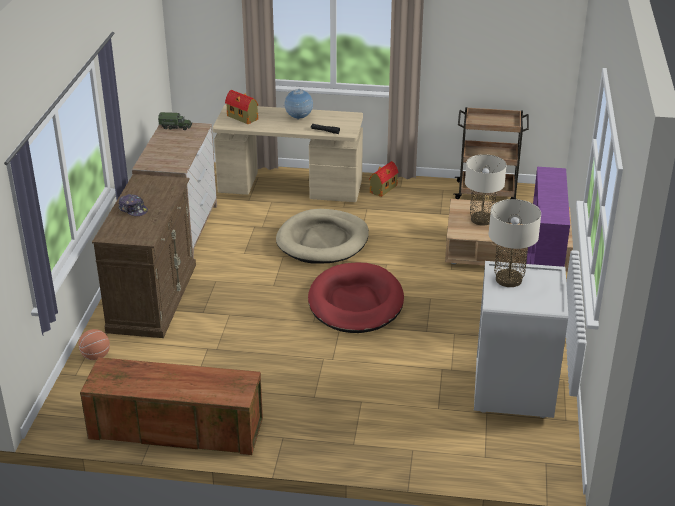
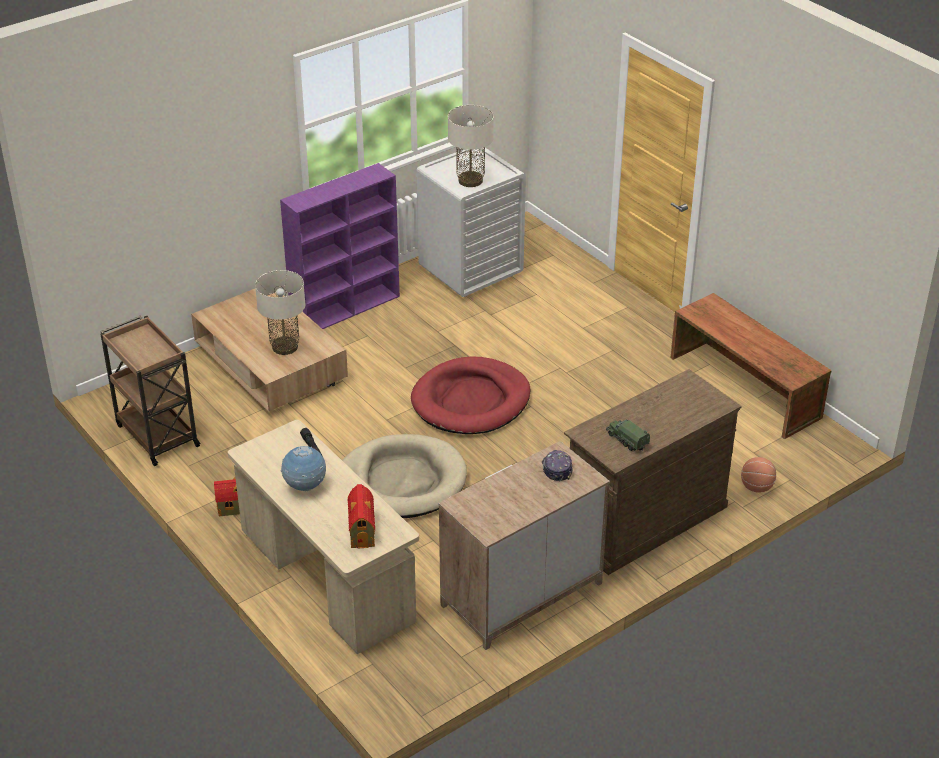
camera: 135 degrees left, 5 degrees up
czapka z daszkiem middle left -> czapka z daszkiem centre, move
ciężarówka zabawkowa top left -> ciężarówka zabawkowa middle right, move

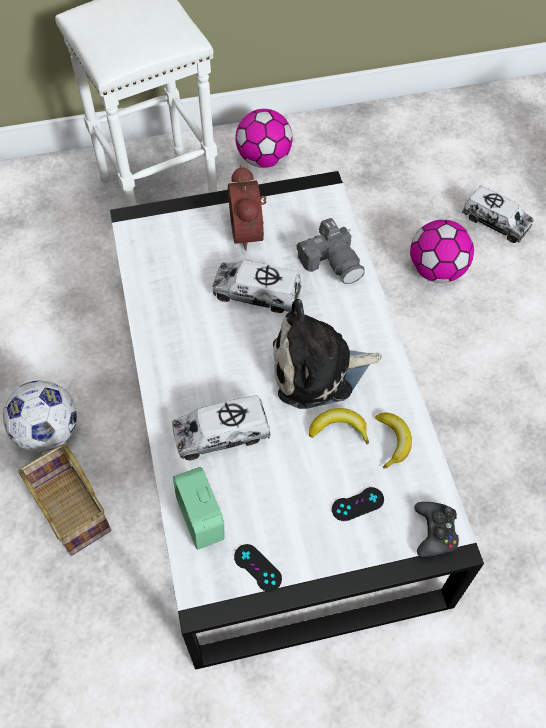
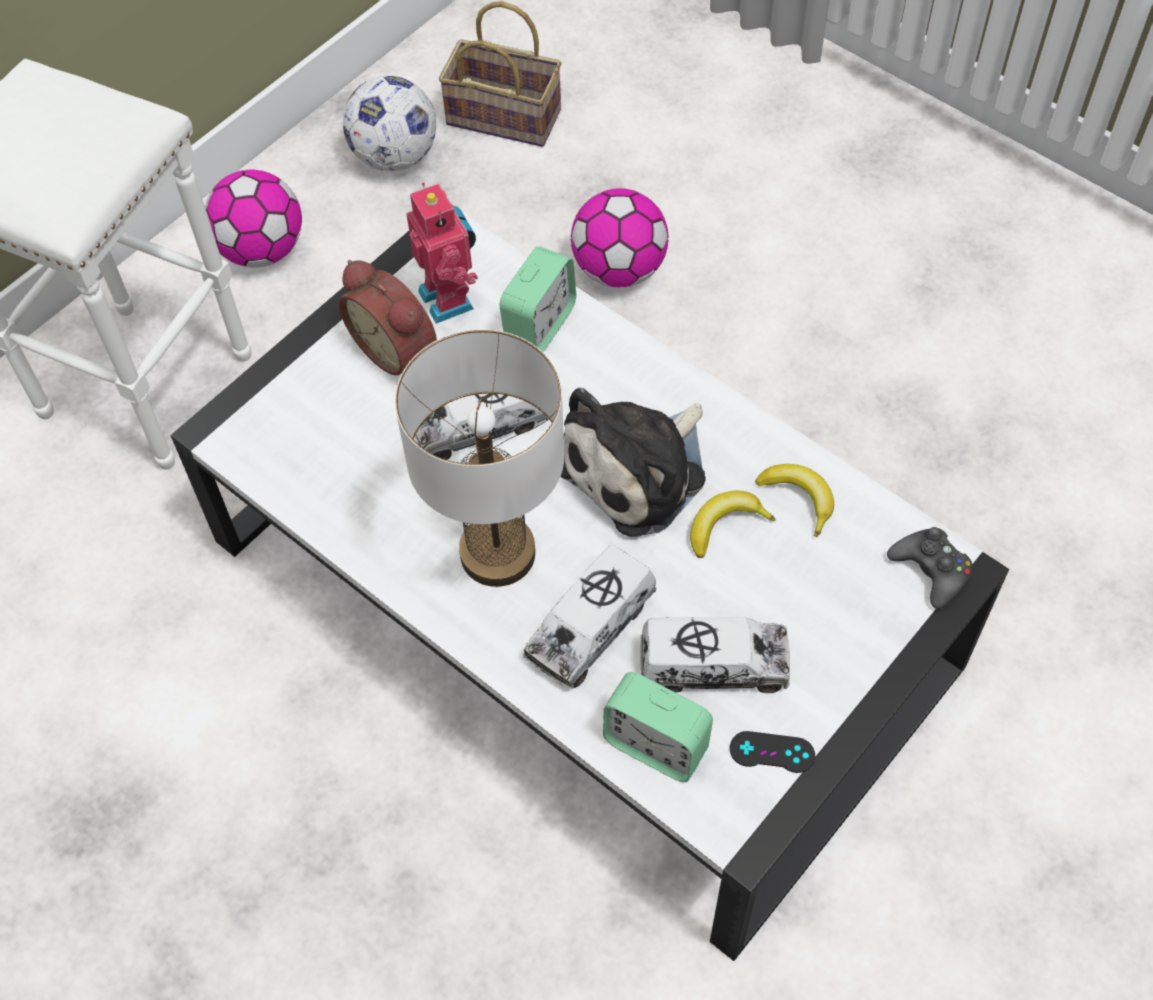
camera: 35 degrees left, 0 degrees up
pad do gier/czarny (2nd from left) bottom centre -> none
none -> lampa stołowa centre
none -> robot zabawkowy top centre
piłka futbolowa (1st from left in the first image) middle left -> piłka futbolowa (2nd from left) top centre, move
koszyk bottom left -> koszyk top centre, move
ciężarówka zabawkowa (3rd from left) top right -> ciężarówka zabawkowa (3rd from left) centre, move
aparat fotograficzny centre -> budzik (2nd from left) top centre

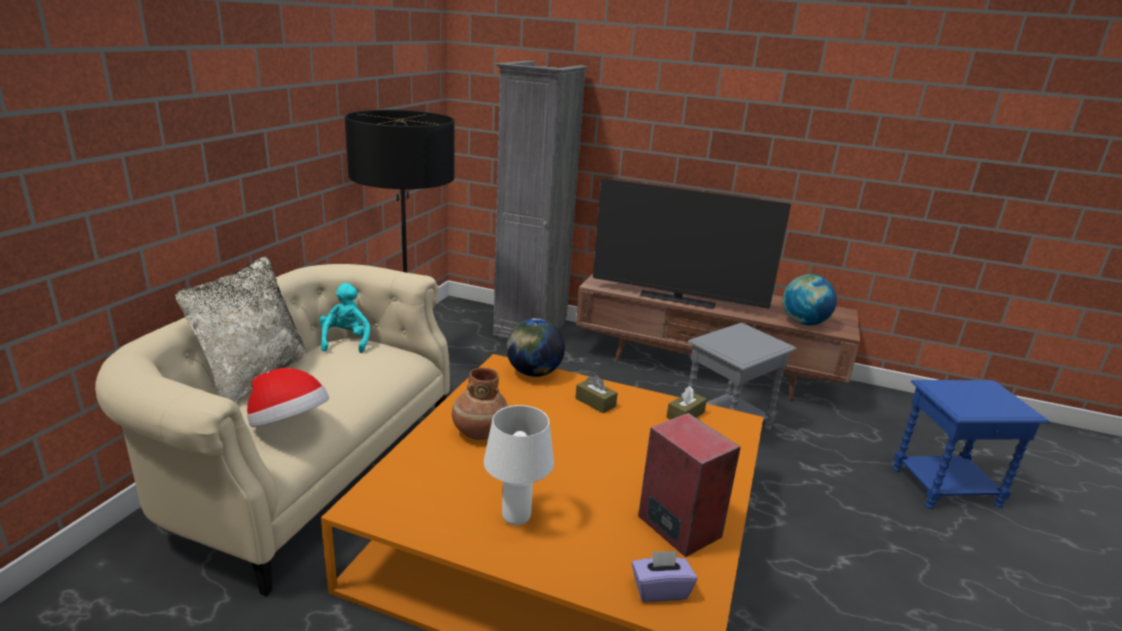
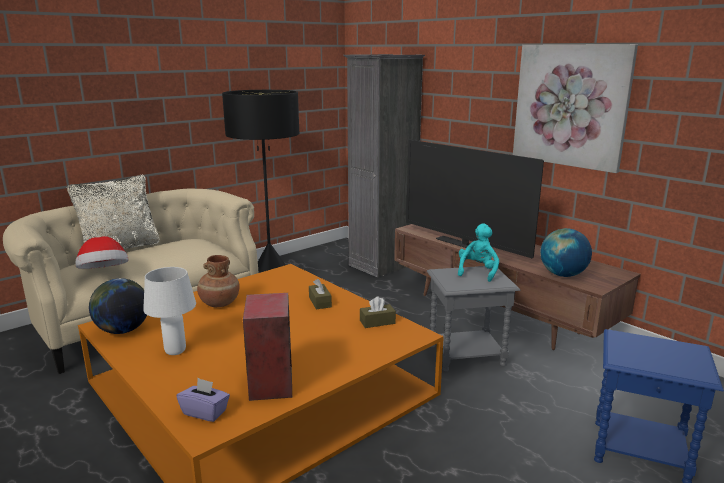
camera: 30 degrees right, 5 degrees down
none -> obraz top right
pluszak/turkusowy middle left -> pluszak/turkusowy centre, move
globus (1st from left) centre -> globus (1st from left) middle left, move

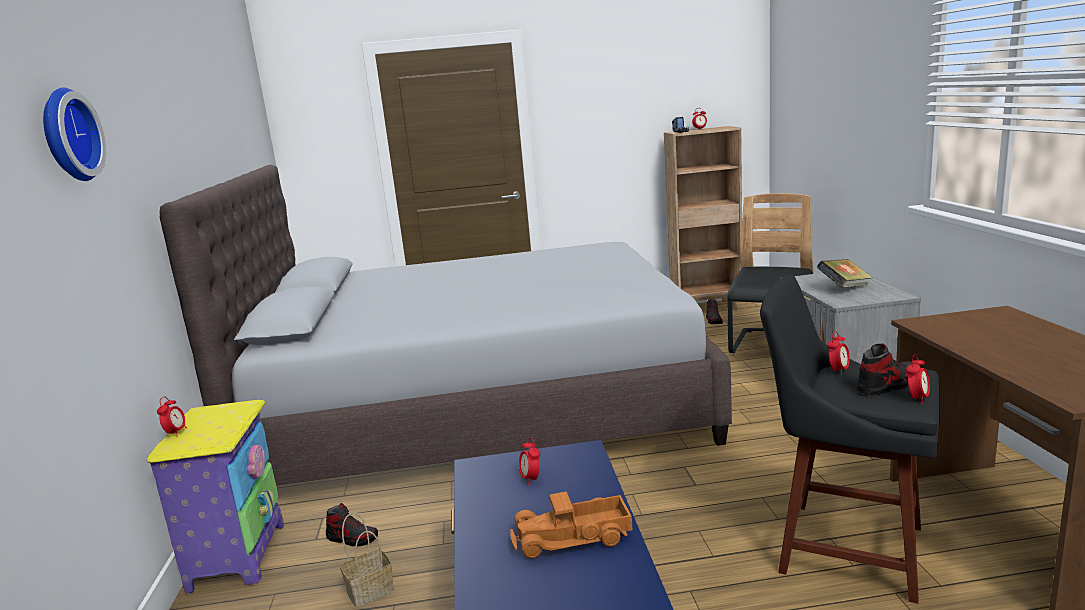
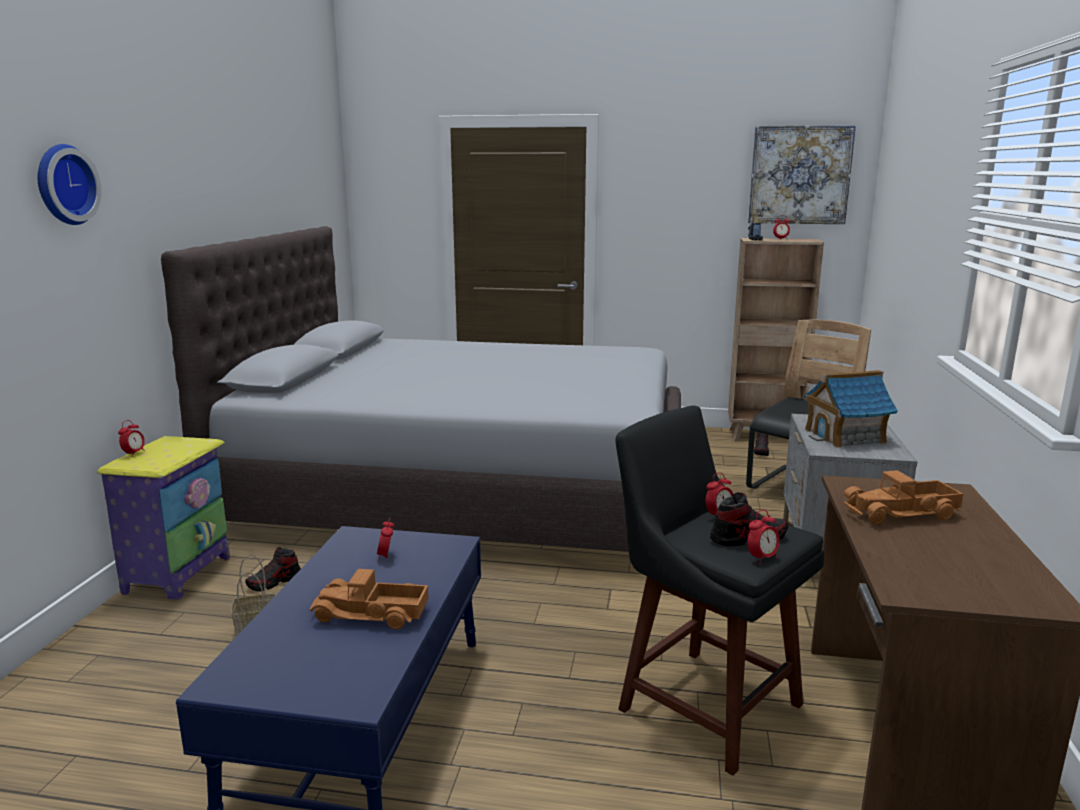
camera: 15 degrees right, 0 degrees up
none -> obraz top right
none -> ciężarówka zabawkowa (3rd from left) middle right
książka middle right -> domek middle right
but (1st from left) bottom left, 105 degrees clockwise

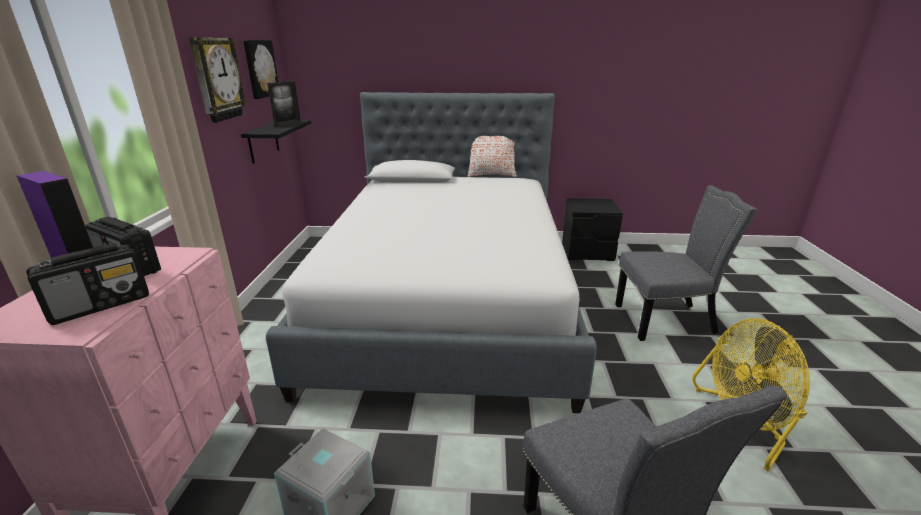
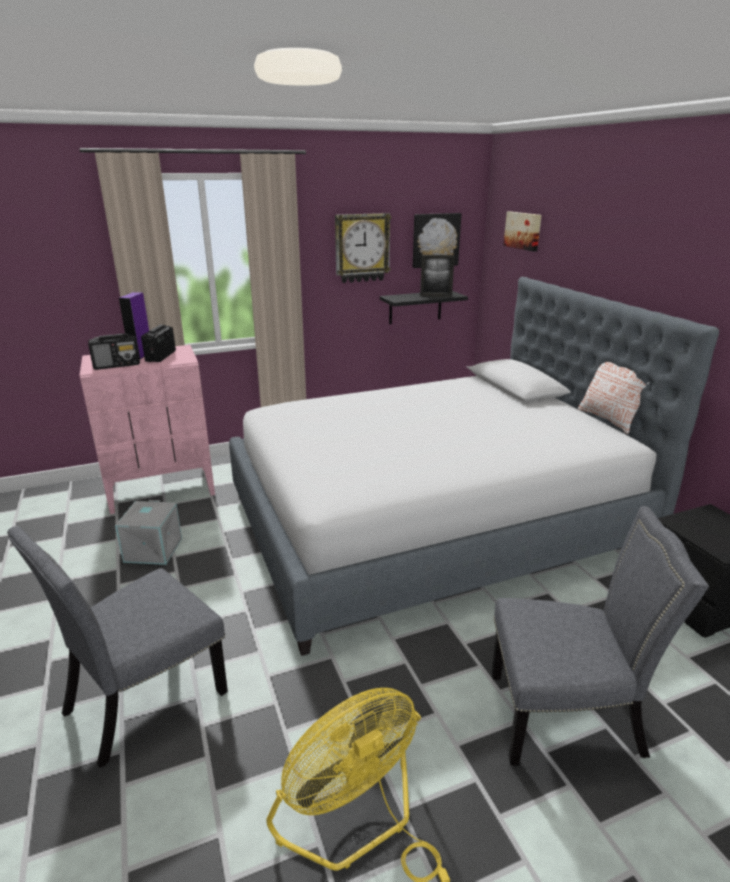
camera: 65 degrees right, 0 degrees up
none -> obraz (2nd from left) top right
radio (1st from left) middle left, 45 degrees counterclockwise
krzesło/szary (2nd from left) middle right -> krzesło/szary (2nd from left) bottom right, 60 degrees counterclockwise

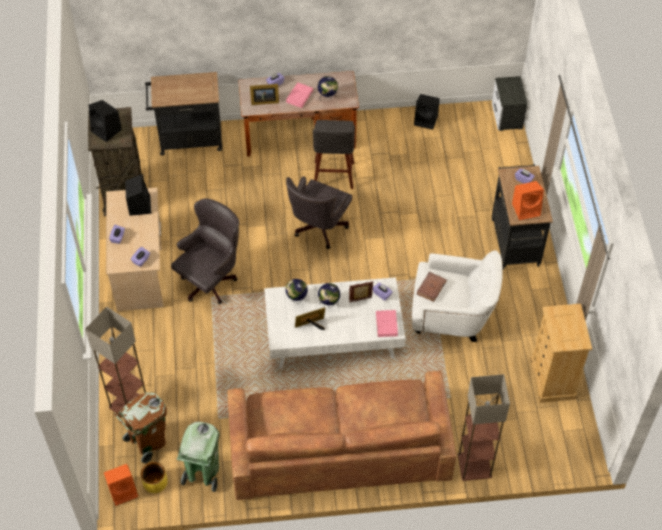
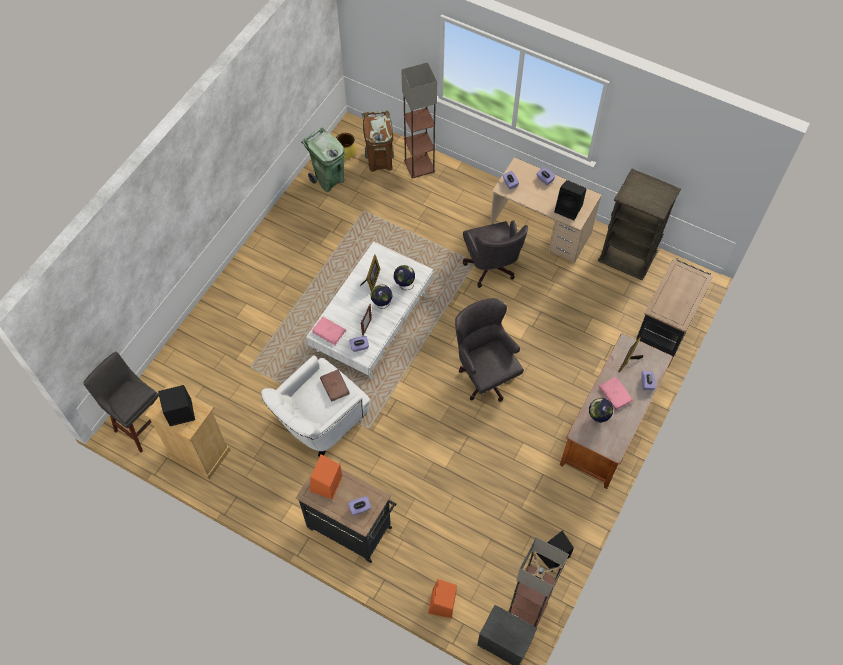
camera: 125 degrees right, 5 degrees up
kanapa/brązowy bottom centre -> none
głośnik/czarny (1st from left) top left -> głośnik/czarny (1st from left) middle left, move
głośnik/pomarańczowy (1st from left in the first image) bottom left -> głośnik/pomarańczowy (2nd from left) bottom centre, move
stołek/szary top centre -> stołek/szary middle left, move
lampa stojąca (2nd from left) bottom right -> lampa stojąca (2nd from left) bottom centre, move

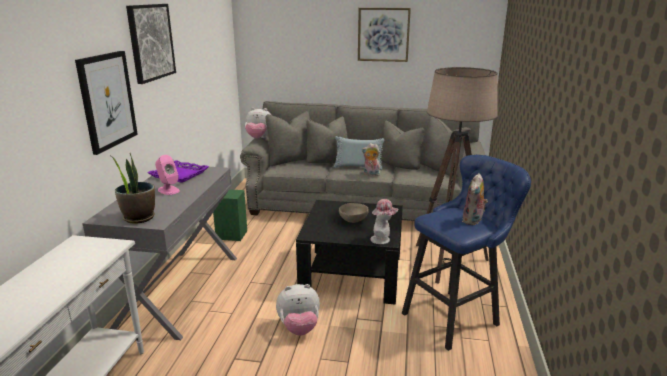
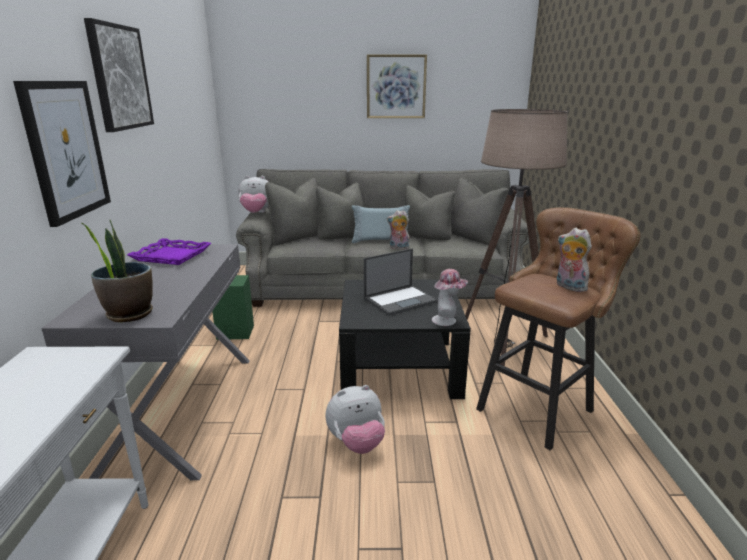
camera: 10 degrees left, 0 degrees up
głośnik/różowy middle left -> none
miska/beżowy centre -> laptop centre
stołek/niebieski bottom right -> stołek/brązowy middle right
pluszak (4th from left) middle right, 120 degrees clockwise

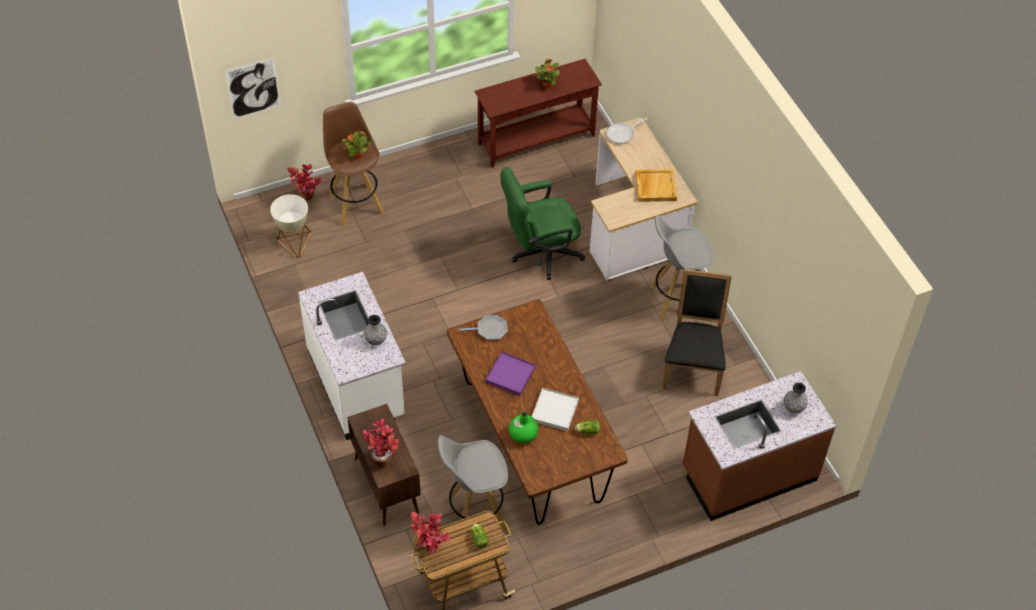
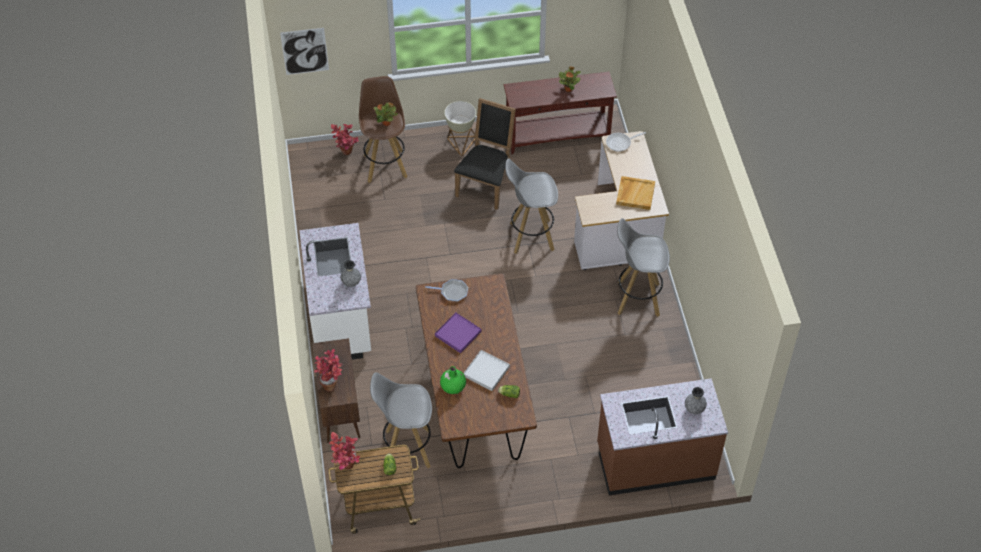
camera: 15 degrees right, 0 degrees up
donica middle left -> donica top centre, move
krzesło/czarny middle right -> krzesło/czarny top centre, move
krzesło biurowe/zielony centre -> stołek/szary (2nd from left) centre

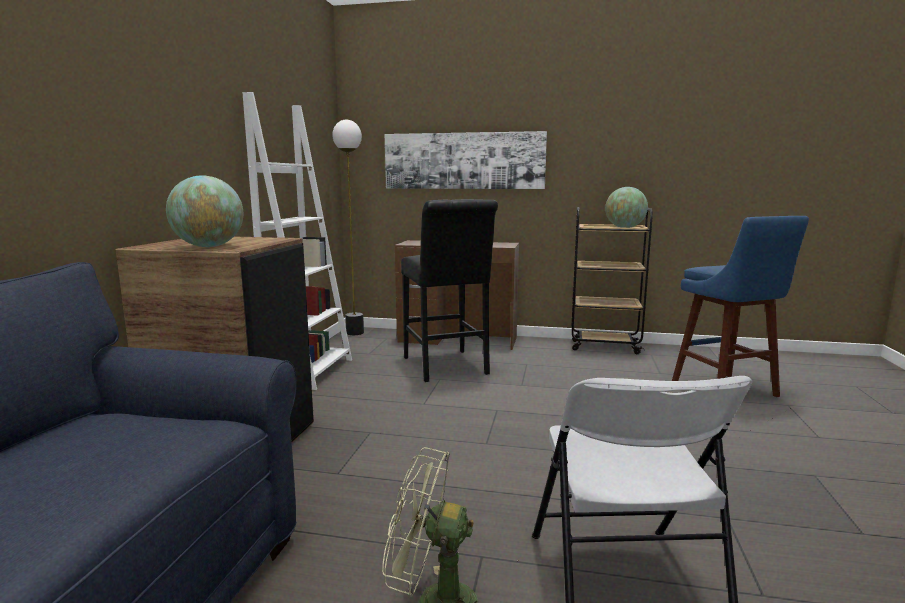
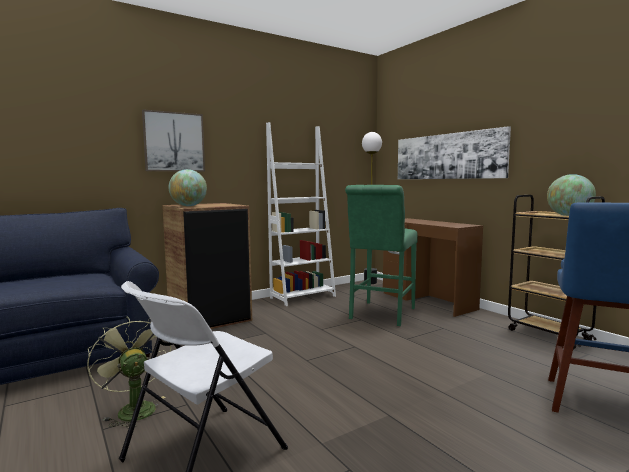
camera: 45 degrees right, 5 degrees down
none -> obraz (1st from left) top left
stołek/czarny centre -> stołek/zielony centre

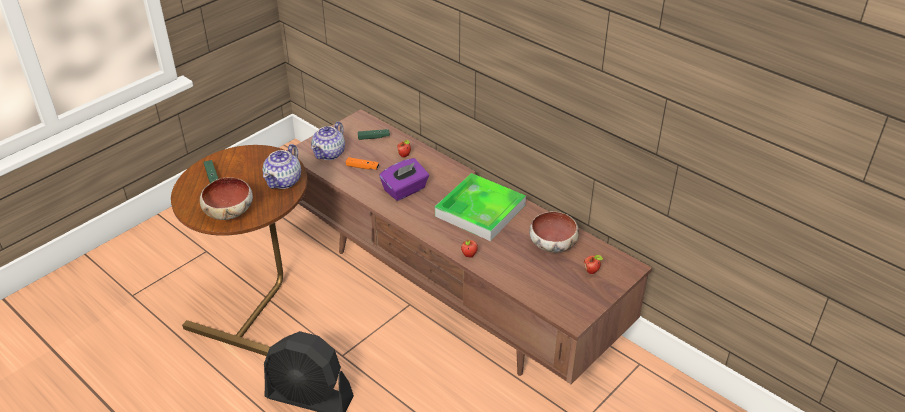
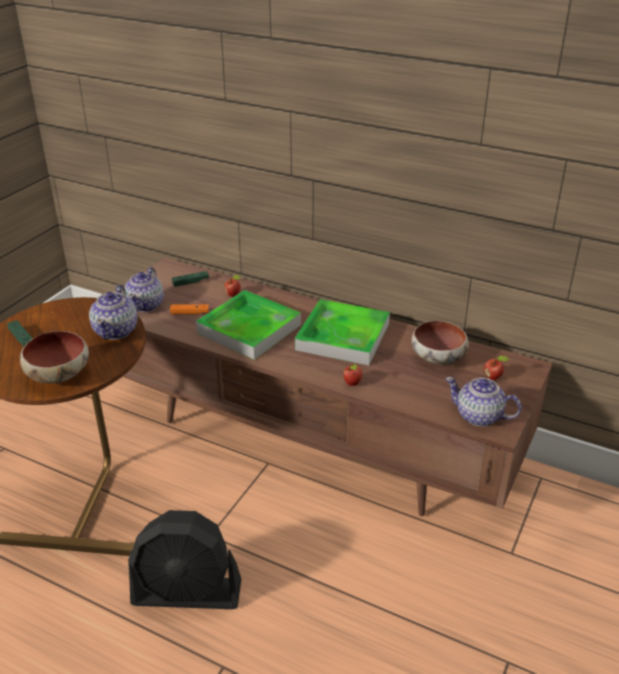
camera: 15 degrees left, 5 degrees down
none -> imbryk (3rd from left) middle right
pudełko chusteczek/fioletowy centre -> taca (1st from left) centre

